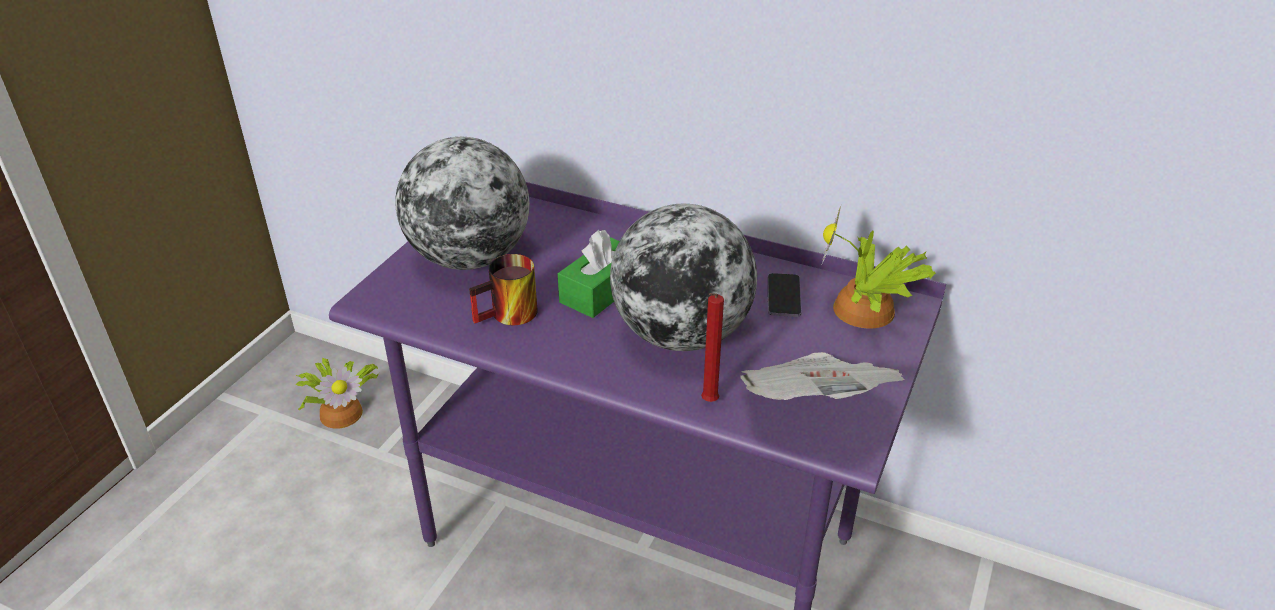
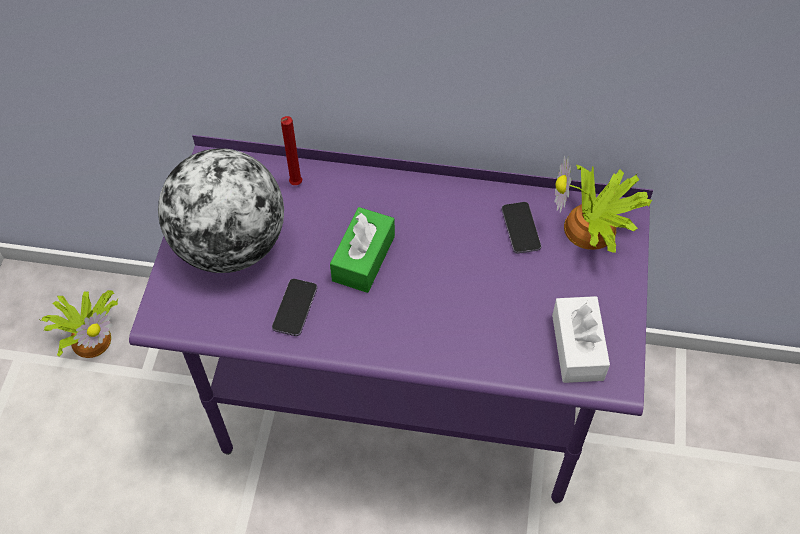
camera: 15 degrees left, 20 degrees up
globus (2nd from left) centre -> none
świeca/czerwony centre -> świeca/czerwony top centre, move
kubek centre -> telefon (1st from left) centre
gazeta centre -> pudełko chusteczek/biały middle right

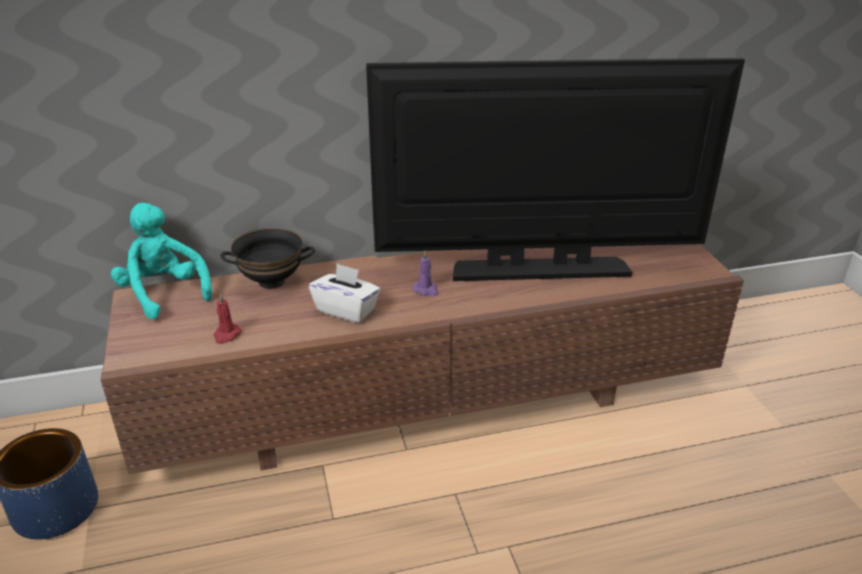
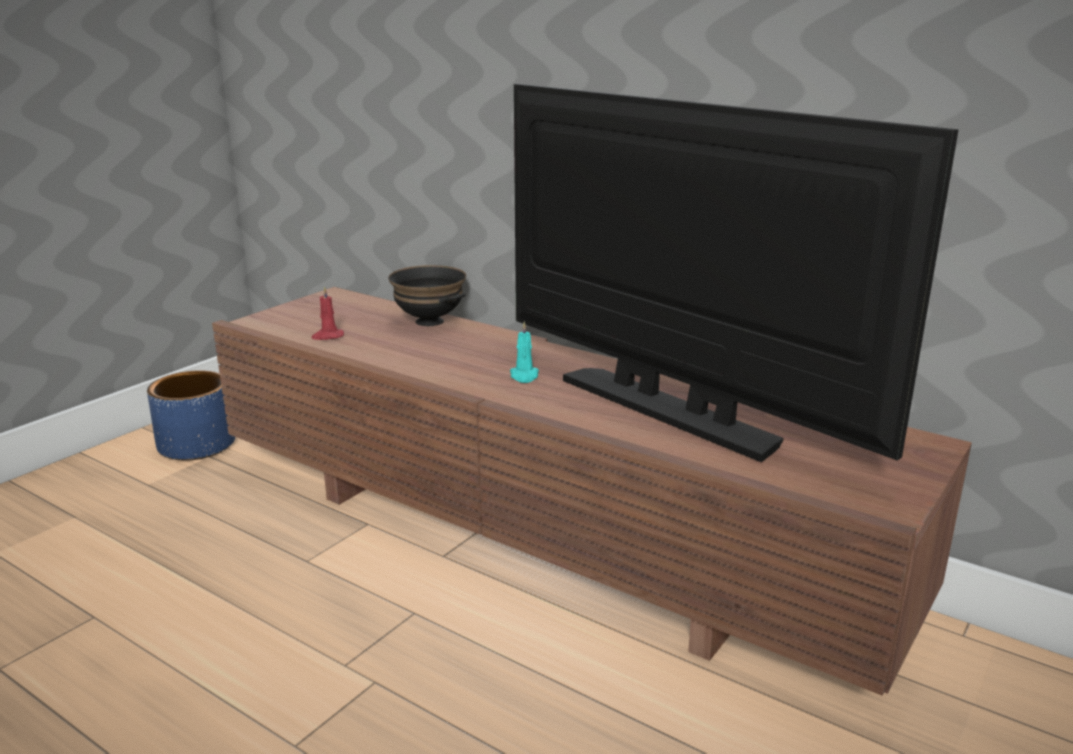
camera: 50 degrees right, 10 degrees down
pluszak/turkusowy middle left -> none
pudełko chusteczek/biały centre -> none
świeca/fioletowy centre -> świeca/turkusowy centre

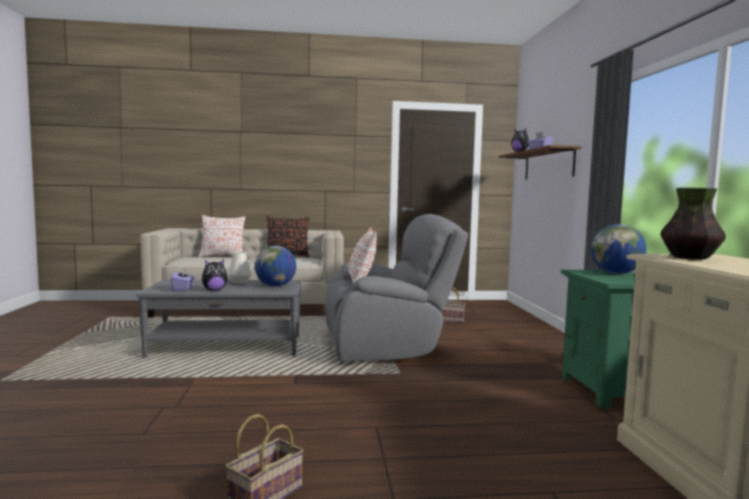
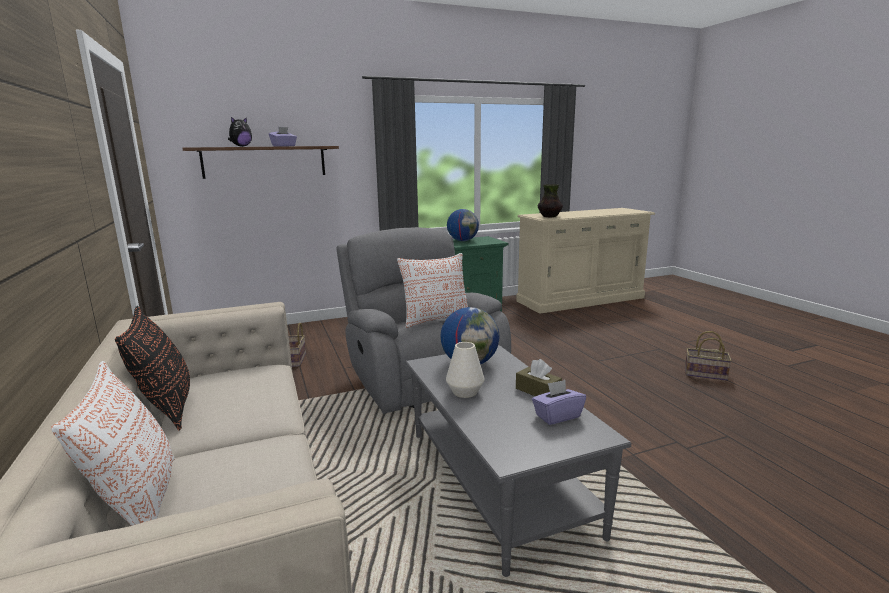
camera: 105 degrees left, 10 degrees up
pluszak (1st from left) middle left -> pudełko chusteczek/brązowy centre

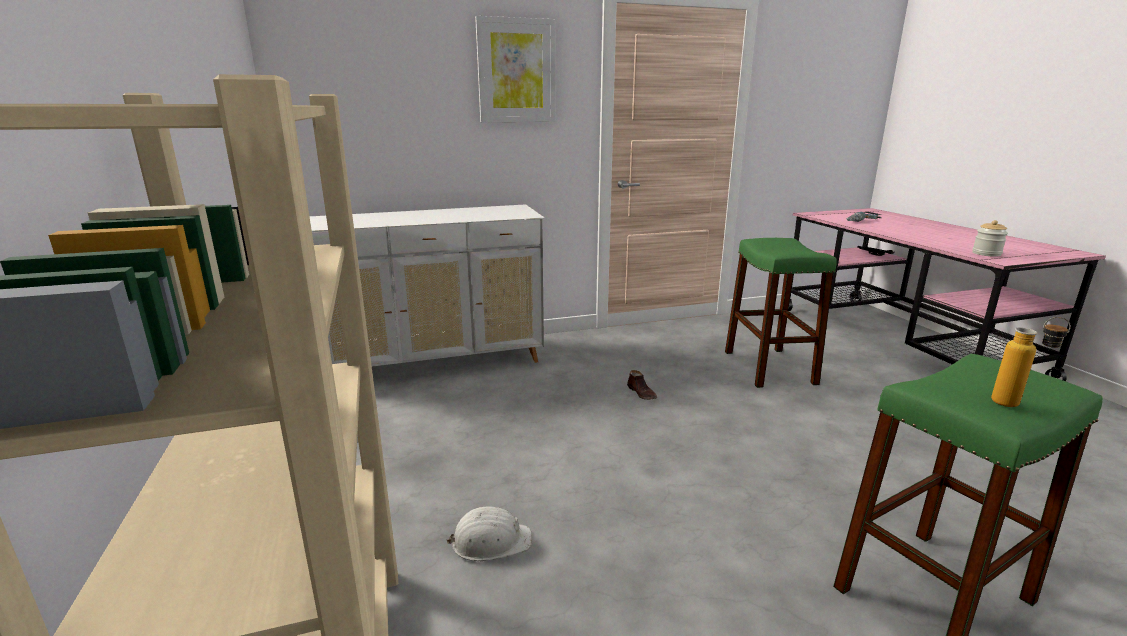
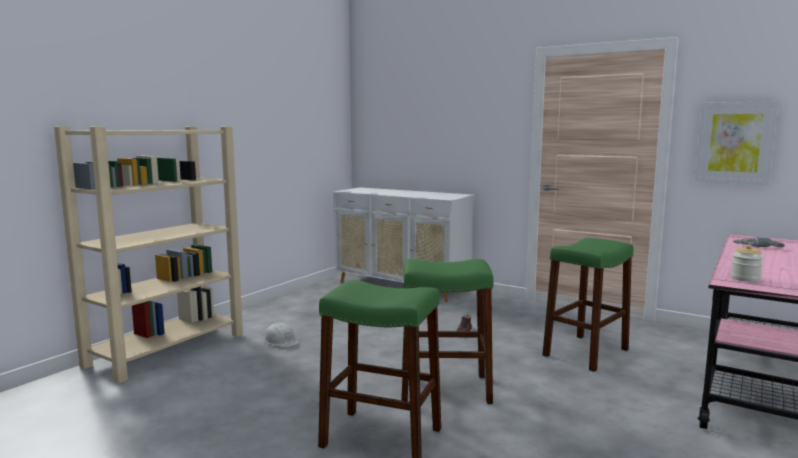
camera: 50 degrees right, 10 degrees down
butelka middle right -> none
none -> stołek/zielony (2nd from left) bottom centre
obraz top centre -> obraz top right, move

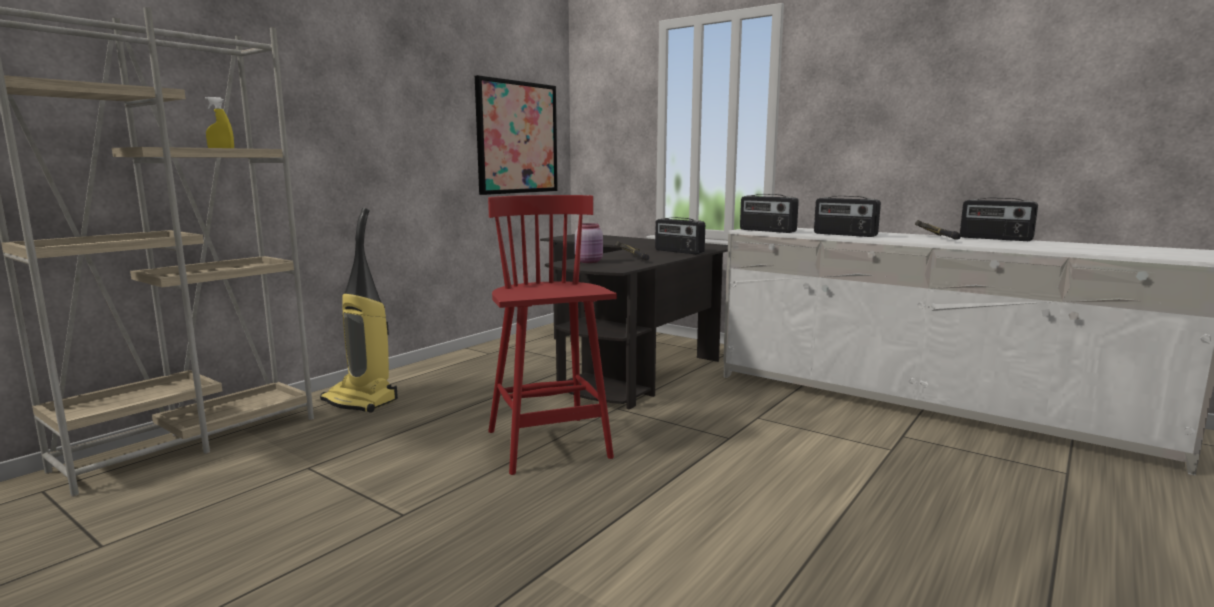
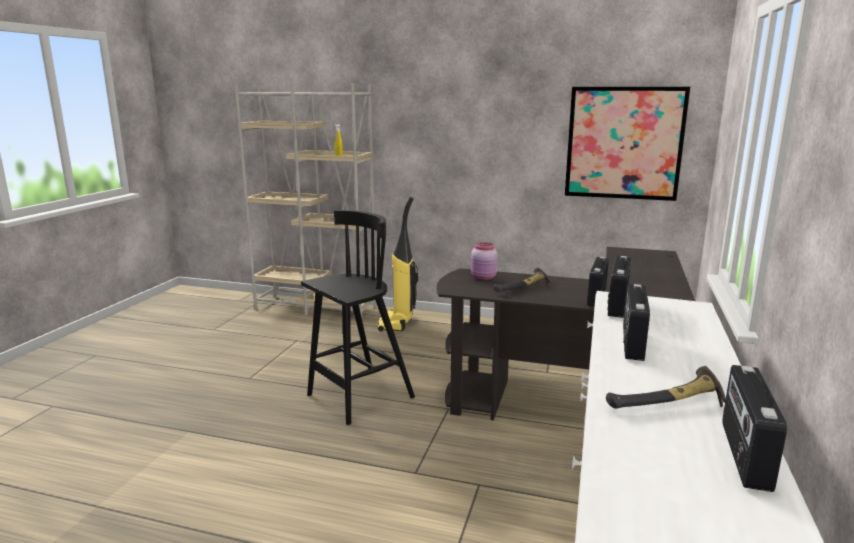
camera: 70 degrees right, 5 degrees up
stołek/czerwony centre -> stołek/czarny centre

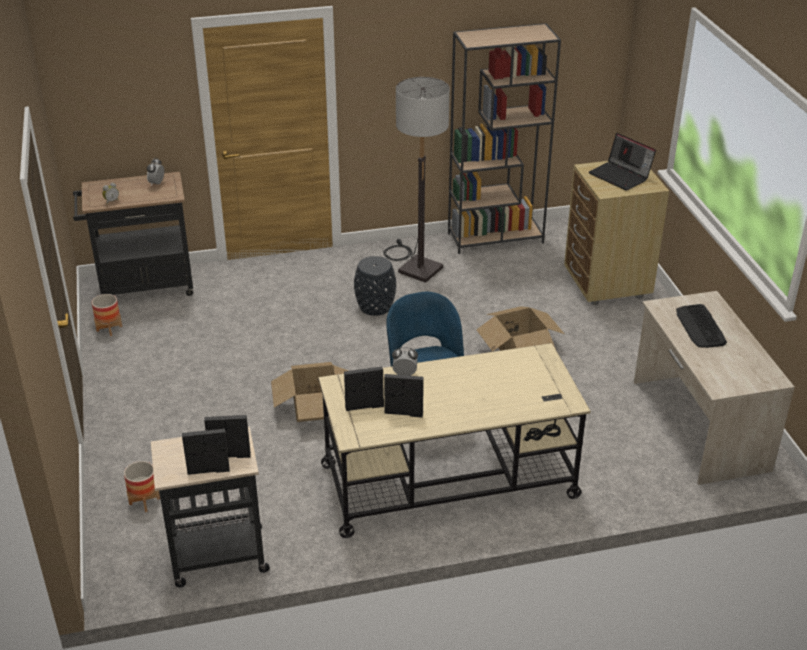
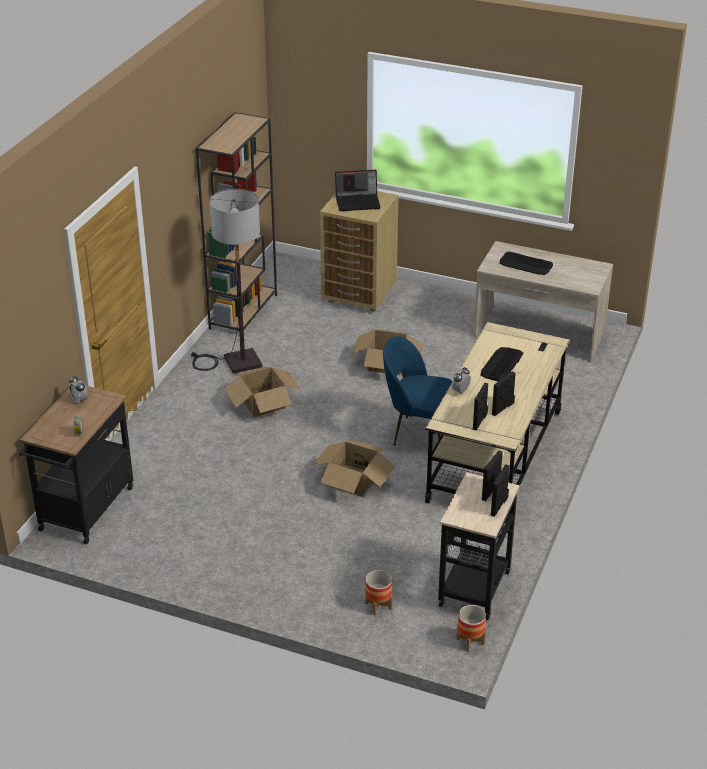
camera: 55 degrees left, 0 degrees up
none -> klawiatura (1st from left) middle right
donica (1st from left in the first image) middle left -> donica (2nd from left) bottom centre, move
stołek/czarny centre -> karton (1st from left) centre

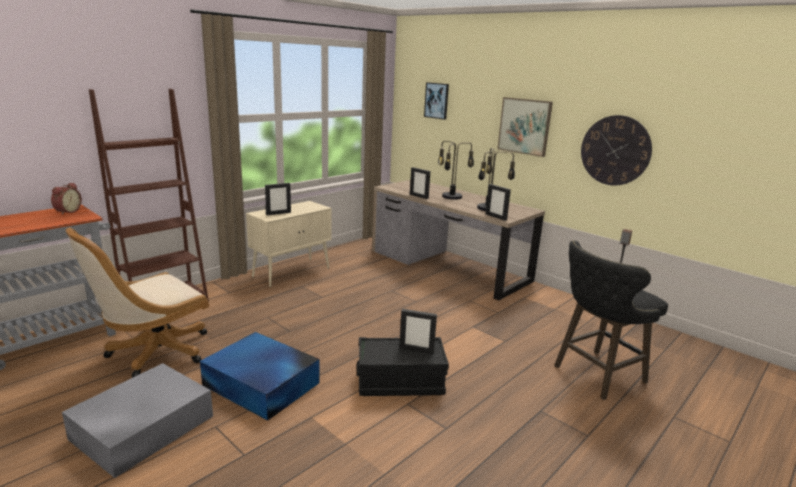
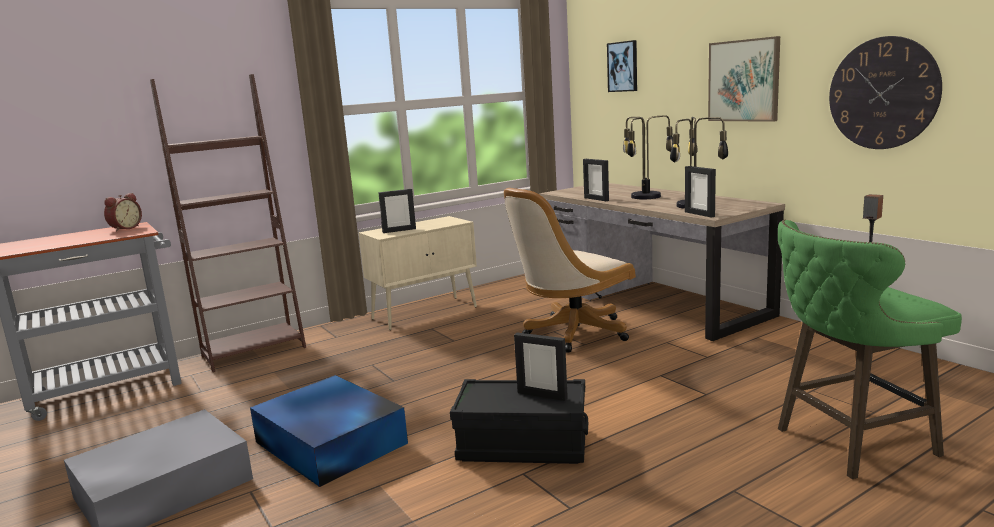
camera: 15 degrees right, 5 degrees down
krzesło biurowe middle left -> krzesło biurowe centre, move
stołek/czarny middle right -> stołek/zielony middle right

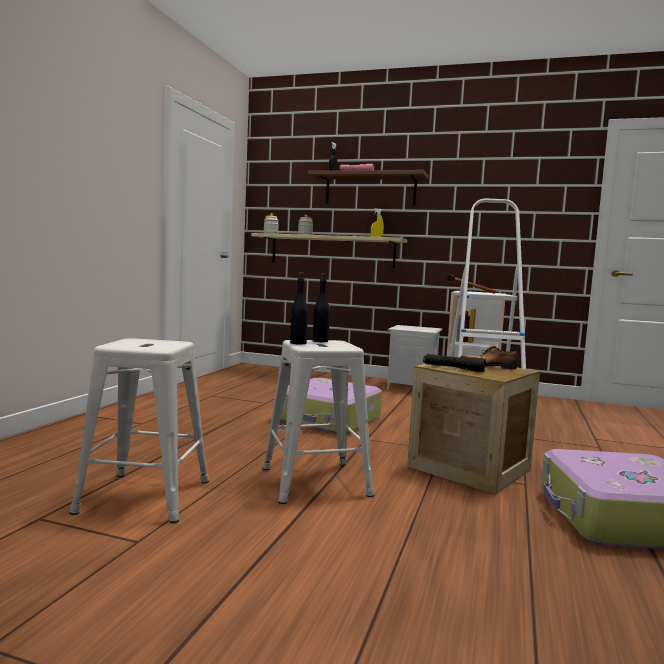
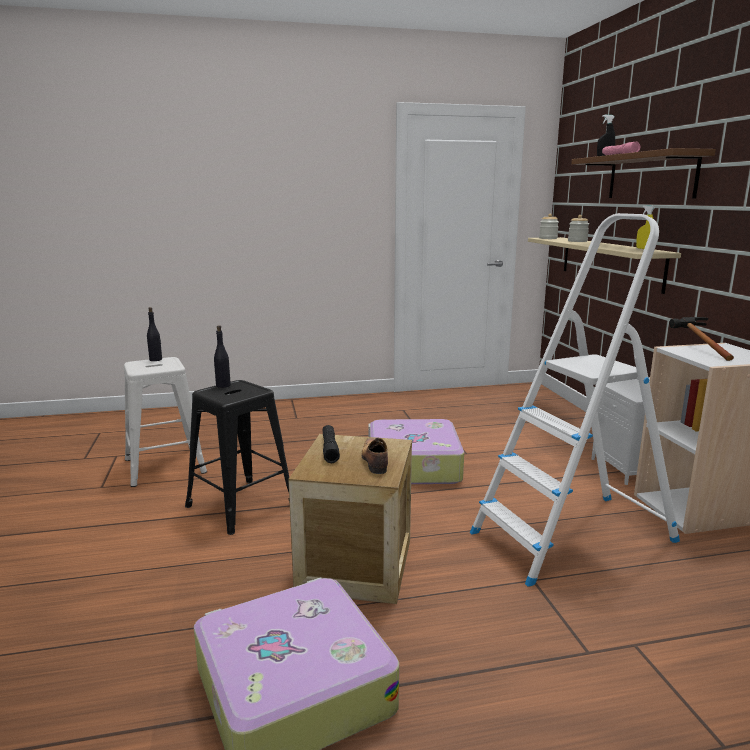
camera: 60 degrees right, 10 degrees up
butelka/czarny (2nd from left in the first image) centre -> butelka/czarny (1st from left) middle left, move
stołek/biały (2nd from left) centre -> stołek/czarny middle left

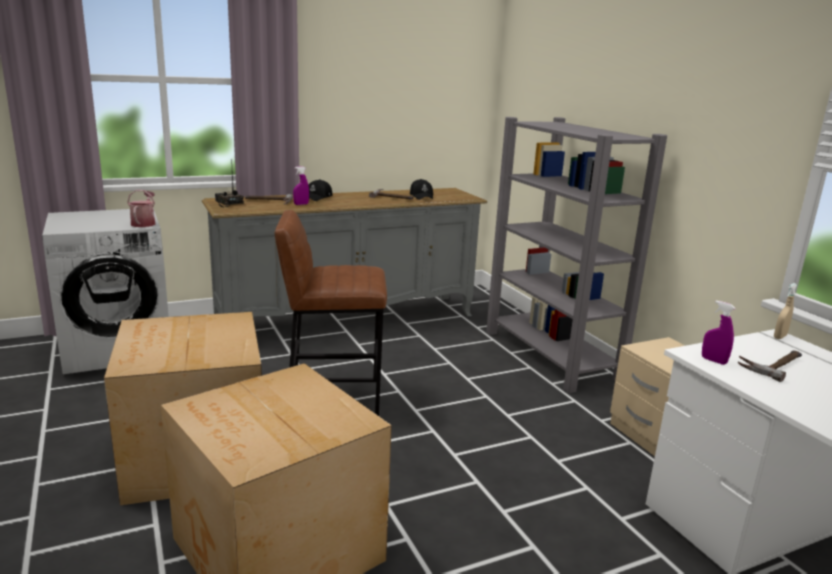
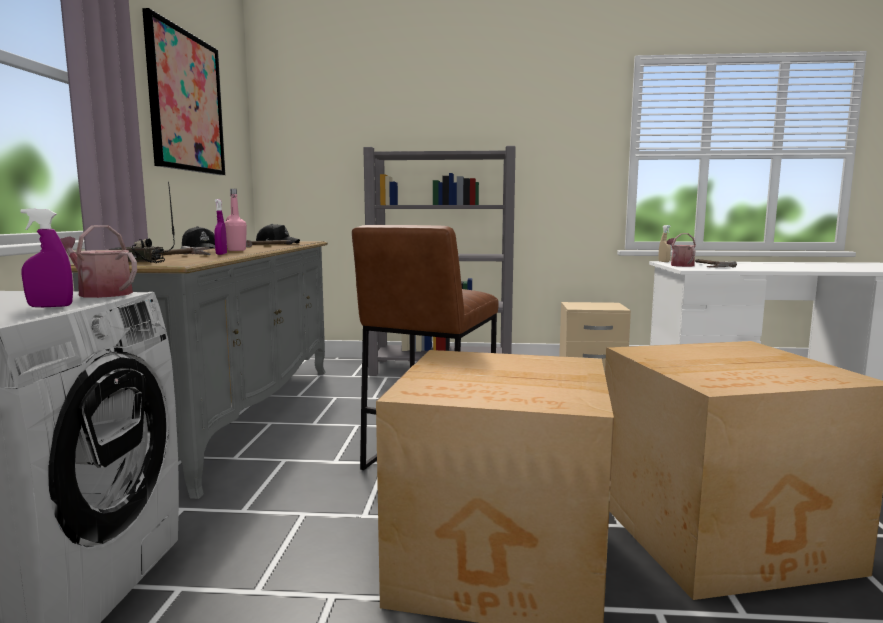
camera: 60 degrees left, 10 degrees down
none -> obraz top left
none -> butelka/różowy middle left
none -> konewka (2nd from left) middle right
spryskiwacz/fioletowy (2nd from left in the first image) middle right -> spryskiwacz/fioletowy (1st from left) middle left, move

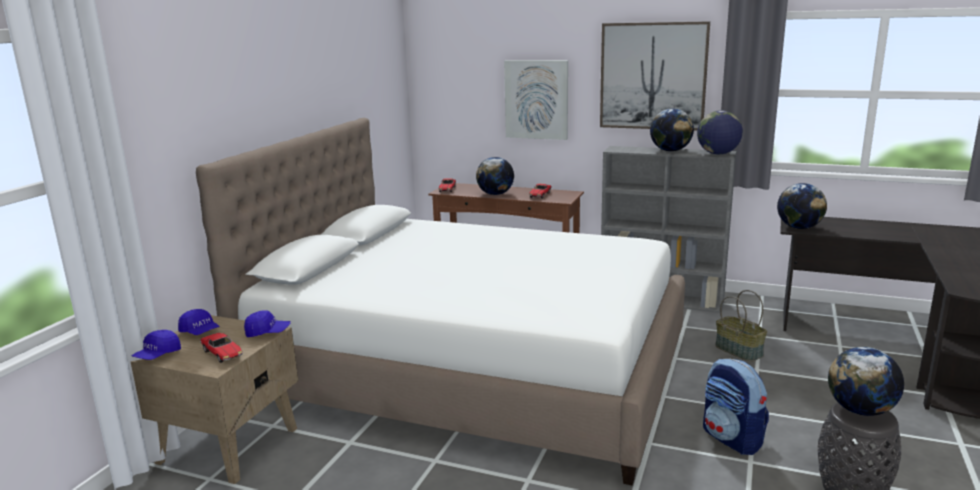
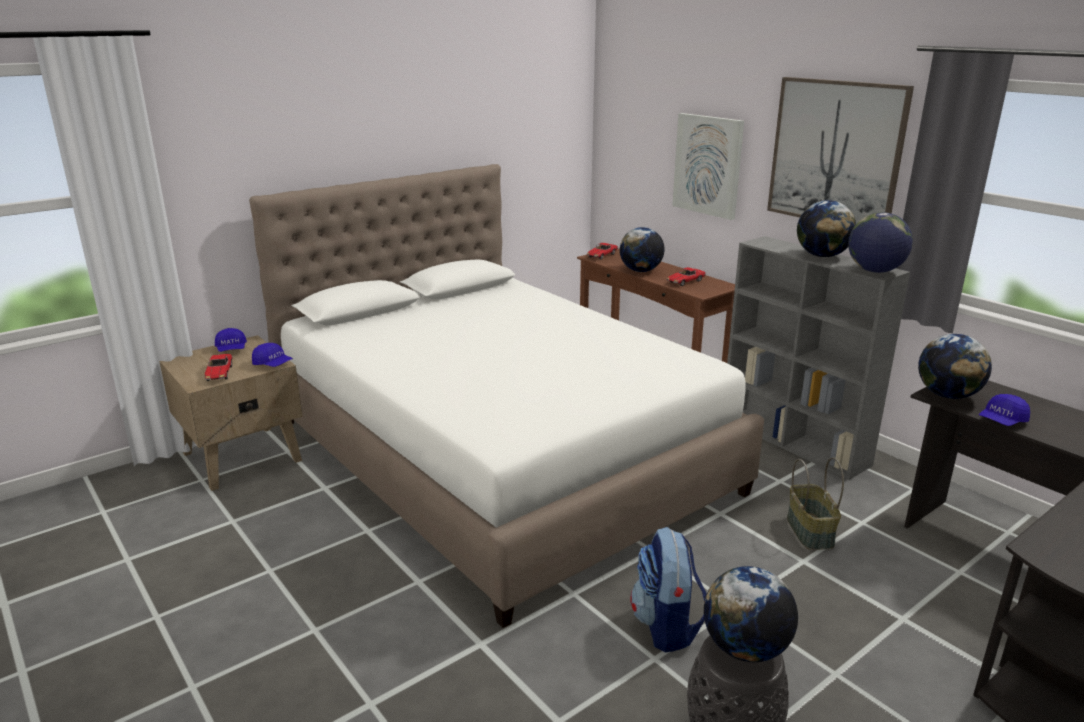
camera: 30 degrees right, 5 degrees up
czapka z daszkiem/niebieski (1st from left in the first image) bottom left -> czapka z daszkiem/niebieski (3rd from left) middle right, move

